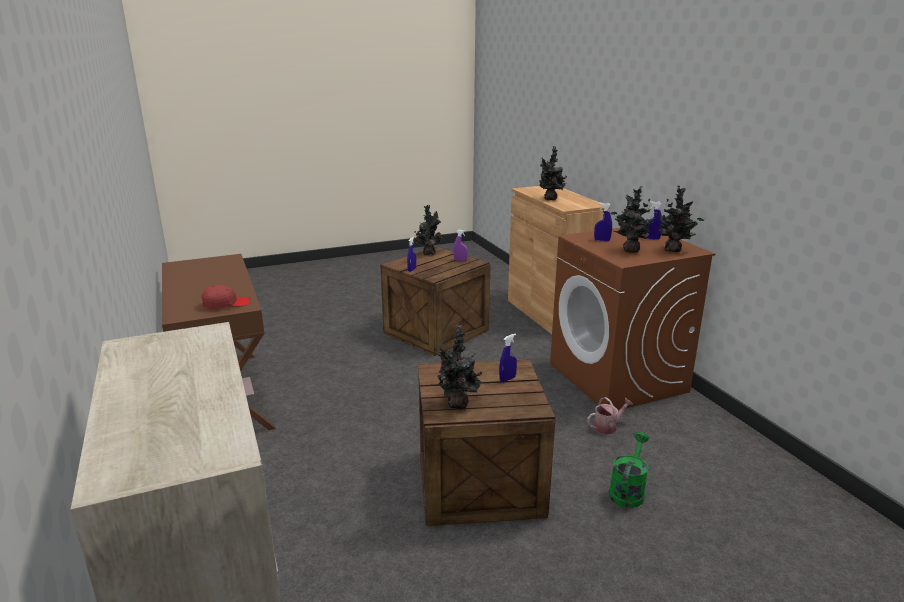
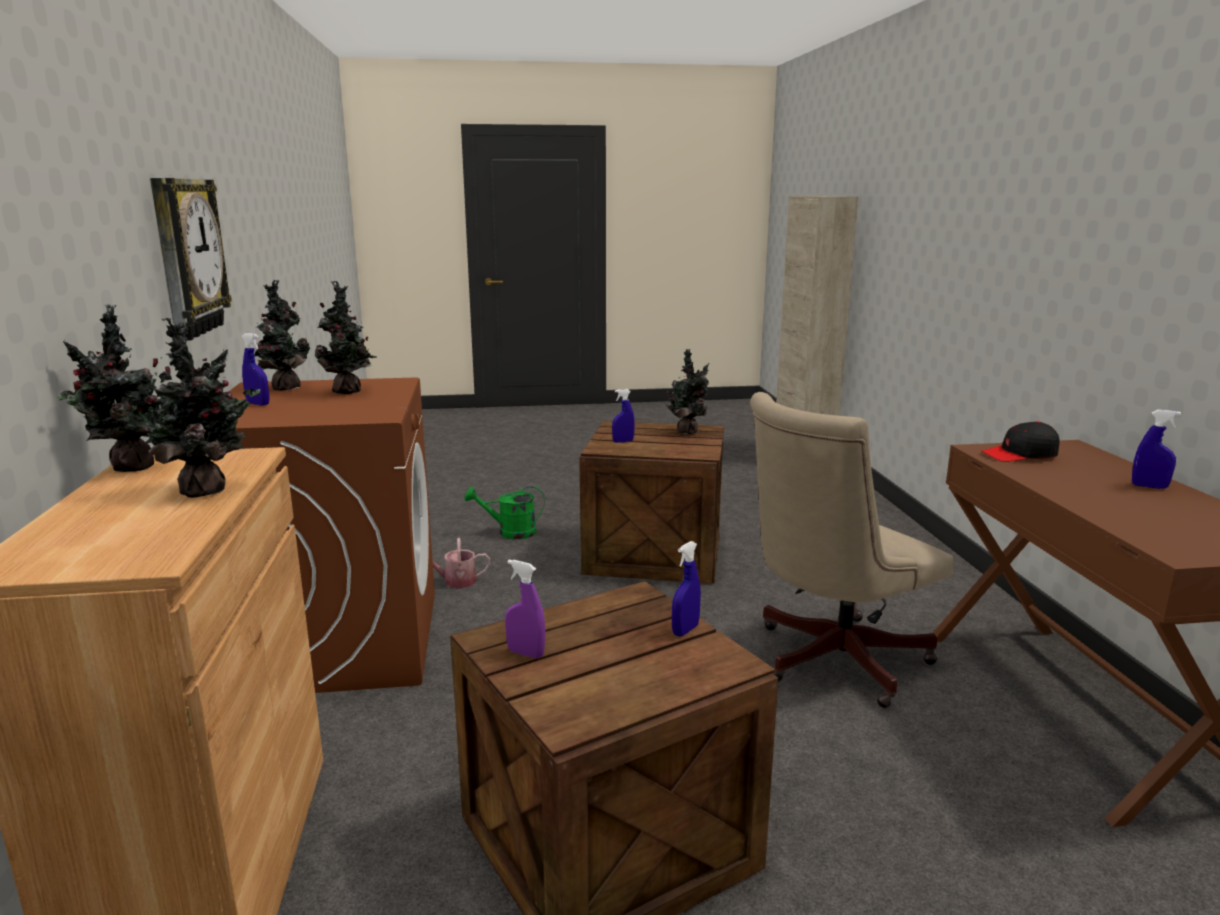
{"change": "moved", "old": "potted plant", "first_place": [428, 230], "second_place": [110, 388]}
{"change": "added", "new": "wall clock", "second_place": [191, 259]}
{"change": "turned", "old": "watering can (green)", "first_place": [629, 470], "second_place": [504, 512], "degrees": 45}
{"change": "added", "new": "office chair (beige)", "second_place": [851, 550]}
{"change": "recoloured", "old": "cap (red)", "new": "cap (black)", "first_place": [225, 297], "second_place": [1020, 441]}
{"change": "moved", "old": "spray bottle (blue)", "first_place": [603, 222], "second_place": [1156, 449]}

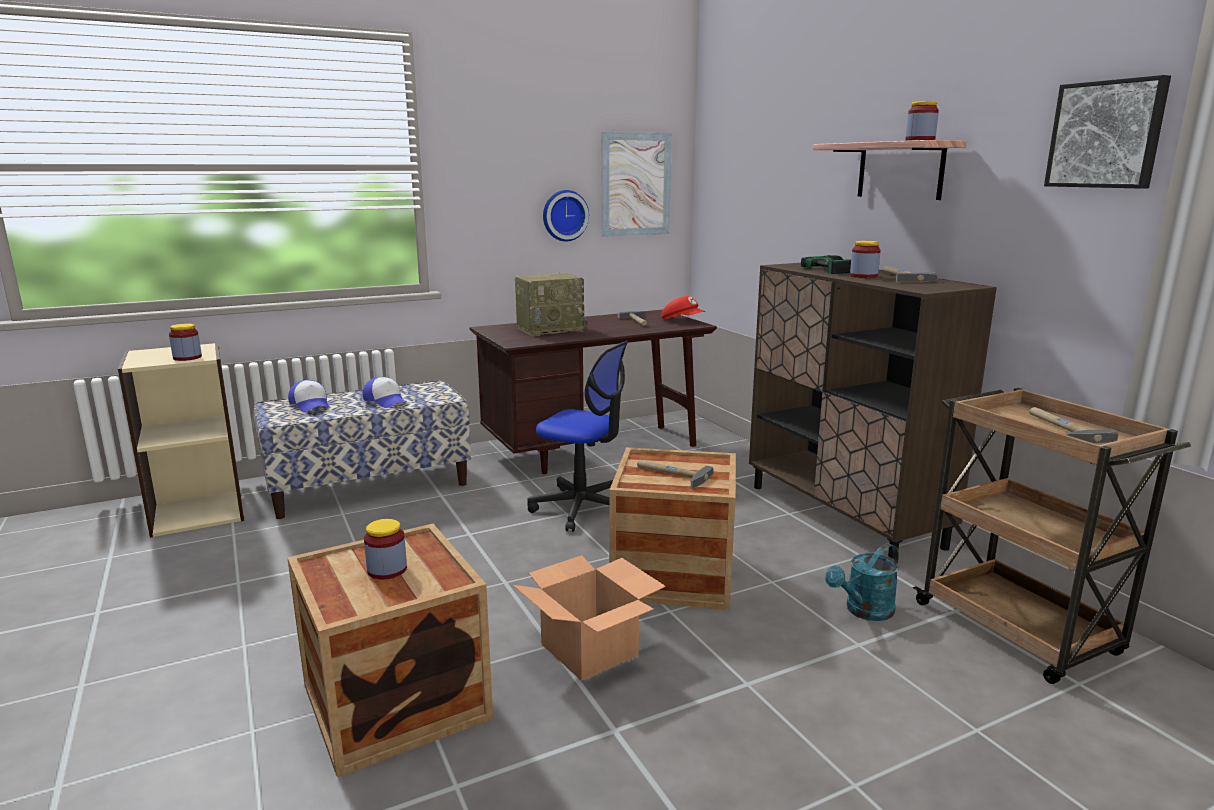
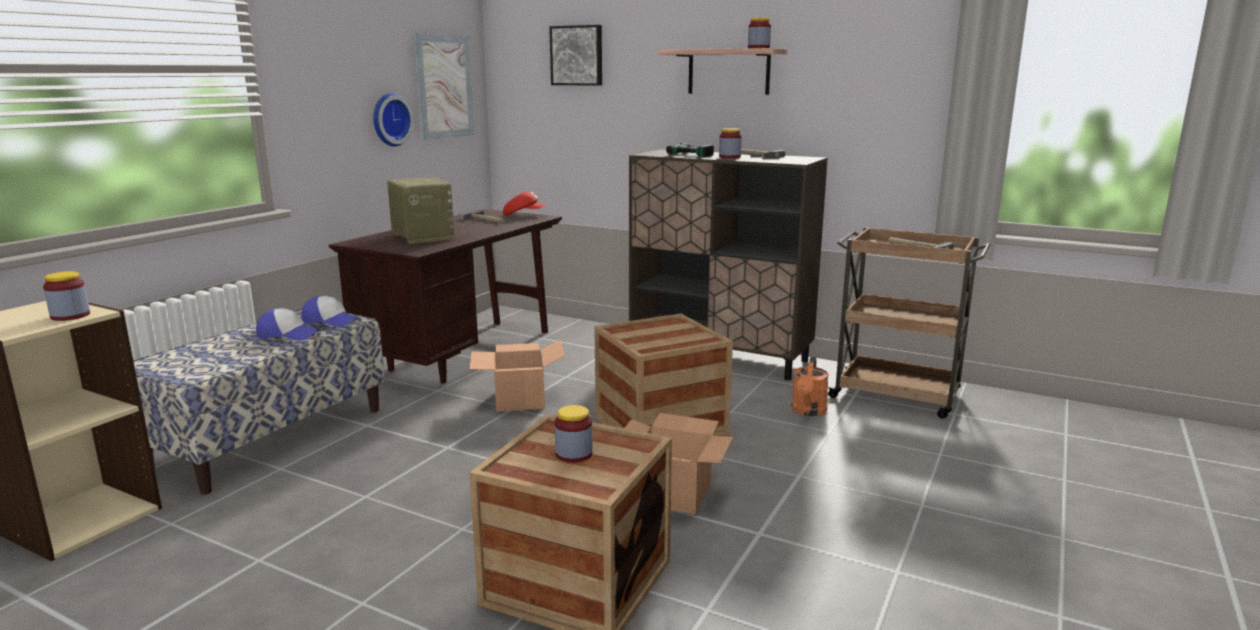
{"change": "moved", "old": "cap", "first_place": [309, 396], "second_place": [330, 311]}
{"change": "turned", "old": "radio", "first_place": [551, 305], "second_place": [420, 210], "degrees": -60}
{"change": "replaced", "old": "office chair", "new": "cardboard box", "first_place": [577, 436], "second_place": [517, 375]}
{"change": "moved", "old": "picture", "first_place": [1107, 132], "second_place": [575, 55]}
{"change": "recoloured", "old": "watering can (turquoise)", "new": "watering can (orange)", "first_place": [862, 582], "second_place": [810, 386]}
{"change": "removed", "old": "hammer", "first_place": [675, 474]}

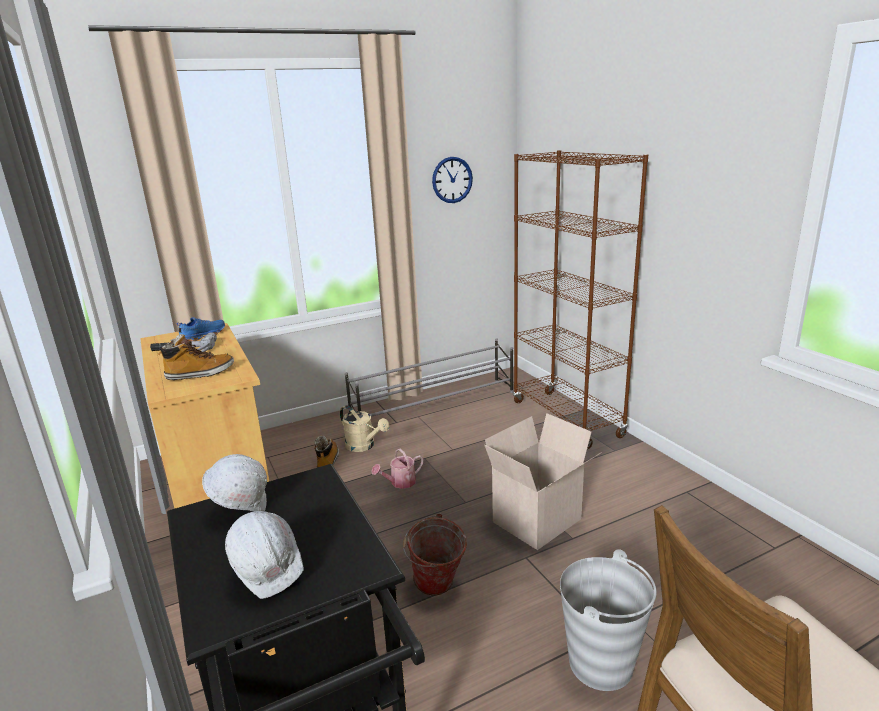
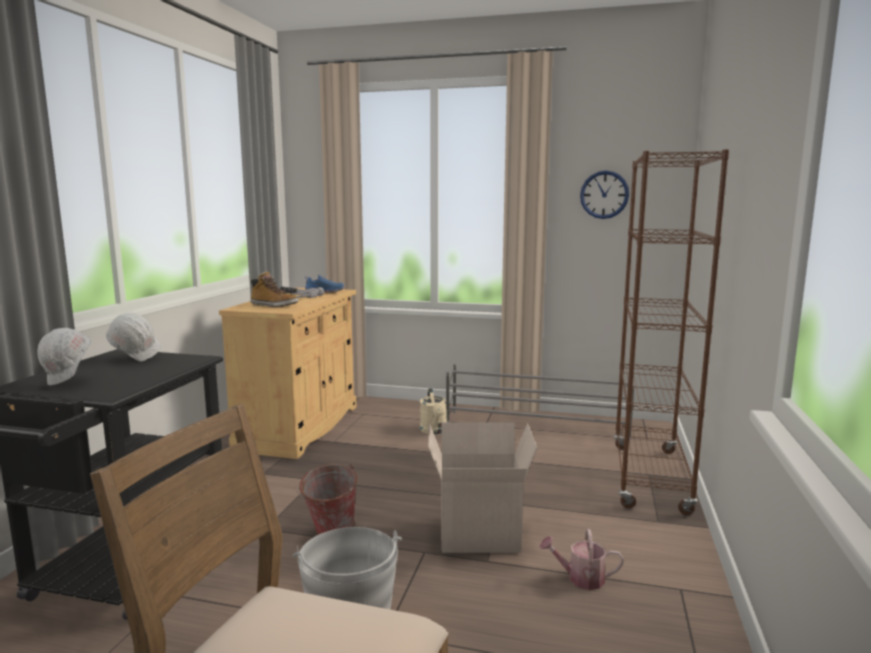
{"change": "moved", "old": "watering can", "first_place": [397, 469], "second_place": [581, 559]}
{"change": "removed", "old": "boot", "first_place": [326, 452]}

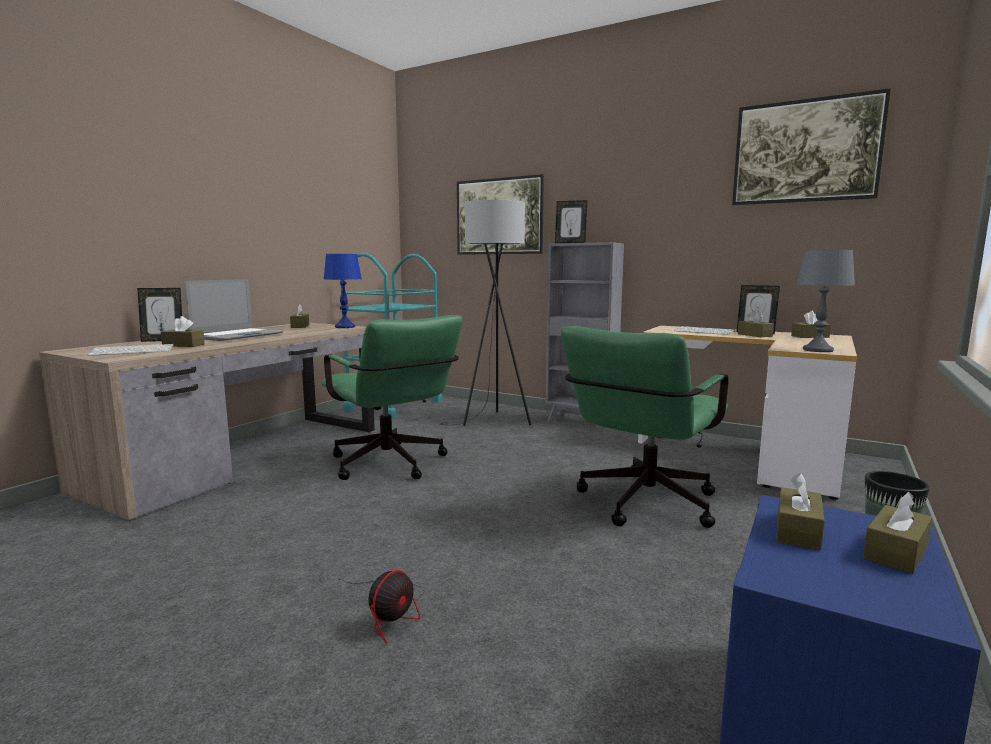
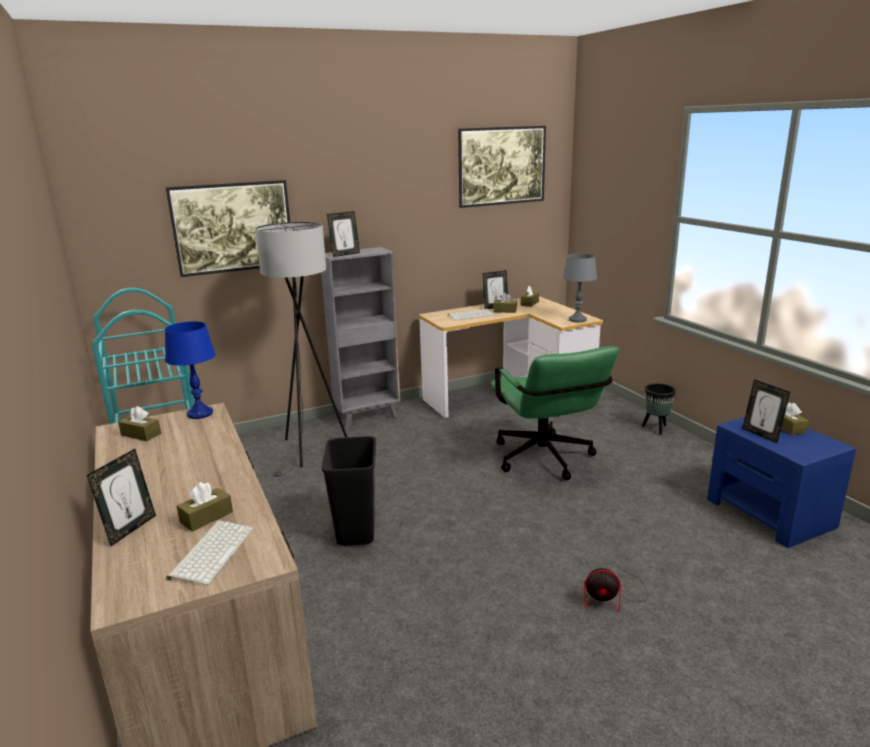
{"change": "replaced", "old": "office chair (green)", "new": "trash can (black)", "first_place": [392, 397], "second_place": [348, 491]}
{"change": "turned", "old": "fan", "first_place": [382, 607], "second_place": [616, 586], "degrees": 120}
{"change": "replaced", "old": "tissue box (brown)", "new": "picture frame", "first_place": [800, 512], "second_place": [766, 411]}
{"change": "removed", "old": "laptop", "first_place": [234, 310]}

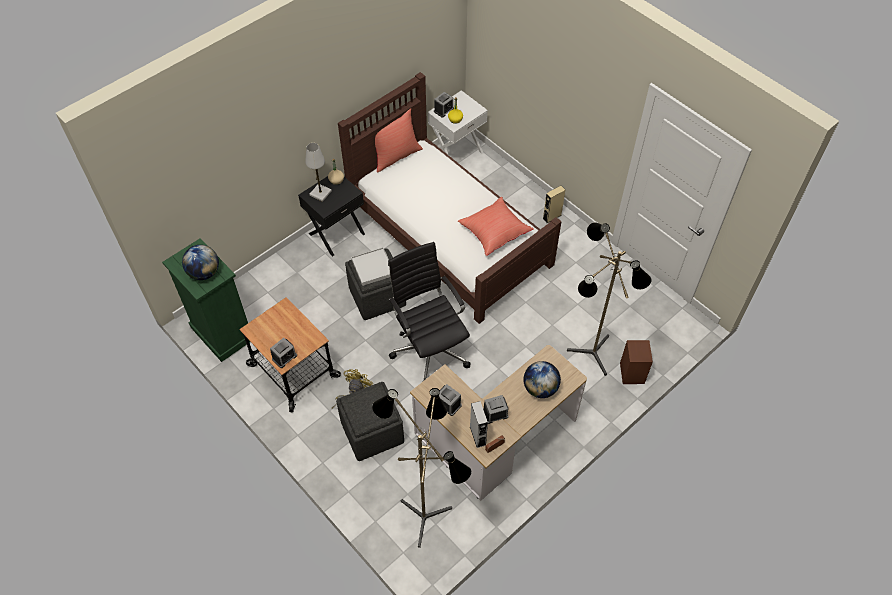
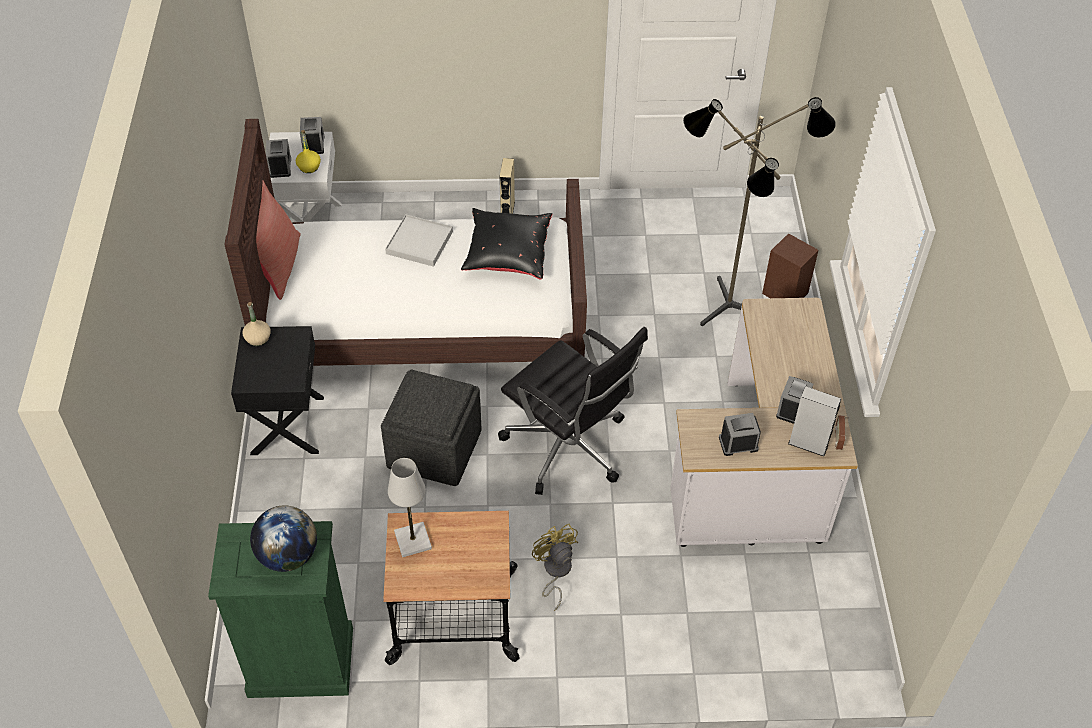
{"change": "moved", "old": "alarm clock", "first_place": [283, 353], "second_place": [312, 135]}
{"change": "moved", "old": "tray (white)", "first_place": [370, 267], "second_place": [419, 240]}
{"change": "moved", "old": "table lamp (white)", "first_place": [318, 172], "second_place": [410, 507]}
{"change": "recoloured", "old": "pillow (red)", "new": "pillow (black)", "first_place": [496, 226], "second_place": [506, 243]}
{"change": "turned", "old": "office chair (black)", "first_place": [429, 311], "second_place": [573, 411], "degrees": -150}
{"change": "removed", "old": "ottoman (grey)", "first_place": [370, 421]}
{"change": "removed", "old": "floor lamp", "first_place": [422, 468]}
{"change": "removed", "old": "globe", "first_place": [542, 379]}

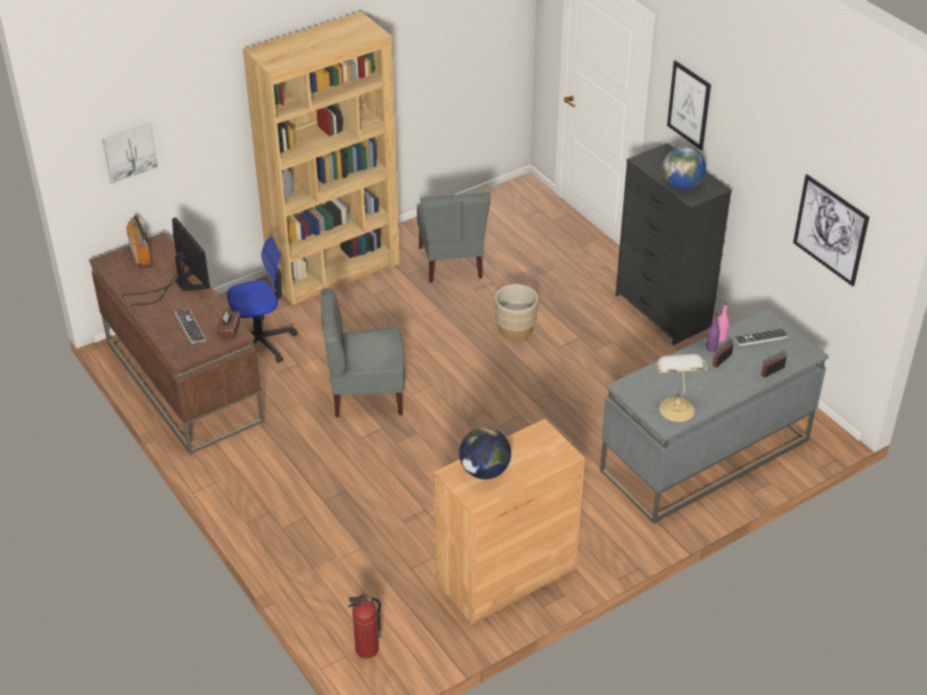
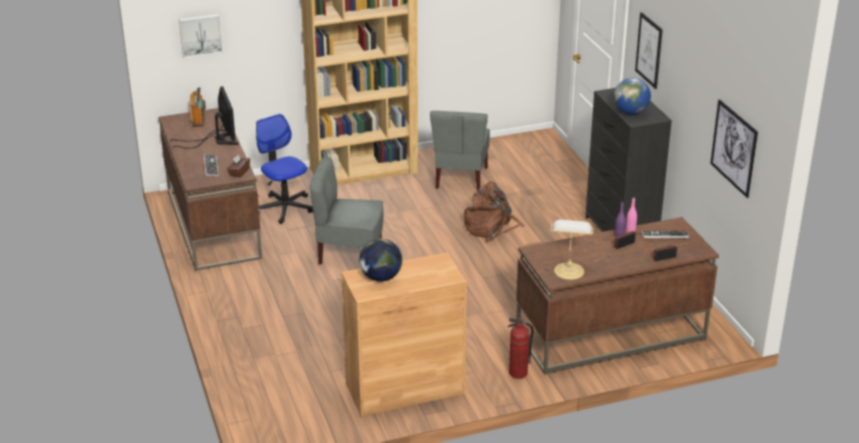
{"change": "turned", "old": "office chair", "first_place": [262, 299], "second_place": [284, 169], "degrees": -120}
{"change": "replaced", "old": "planter (beige)", "new": "backpack (brown)", "first_place": [516, 311], "second_place": [494, 211]}
{"change": "moved", "old": "fire extinguisher", "first_place": [364, 626], "second_place": [521, 348]}
{"change": "recoloured", "old": "desk (grey)", "new": "desk (brown)", "first_place": [714, 416], "second_place": [617, 296]}

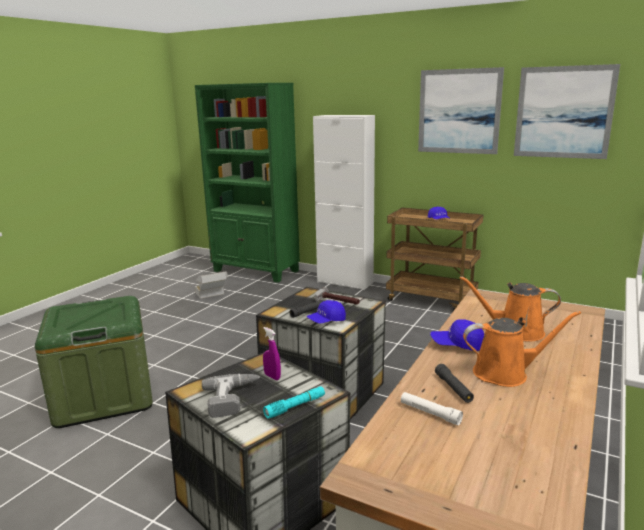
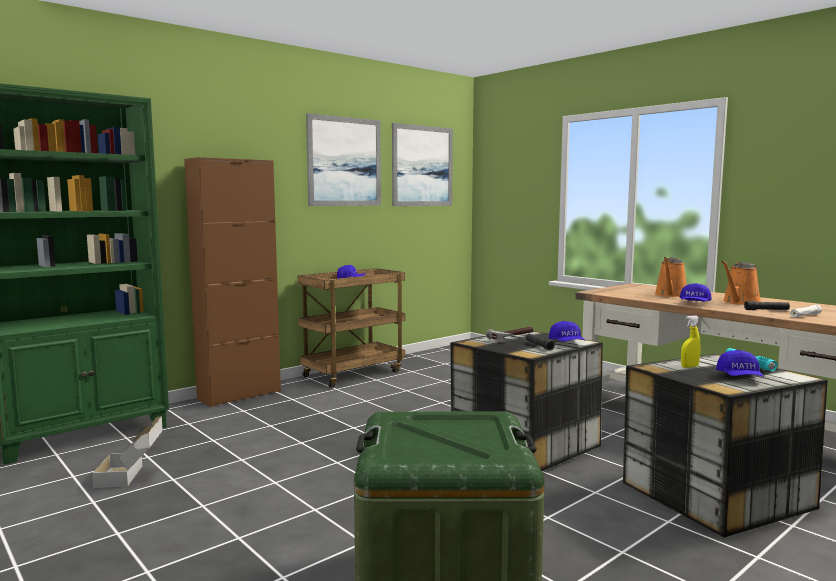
{"change": "recoloured", "old": "cabinet (white)", "new": "cabinet (brown)", "first_place": [344, 202], "second_place": [233, 282]}
{"change": "recoloured", "old": "spray bottle (purple)", "new": "spray bottle (yellow)", "first_place": [272, 353], "second_place": [691, 341]}
{"change": "replaced", "old": "power drill", "new": "cap (blue)", "first_place": [231, 396], "second_place": [740, 363]}
{"change": "turned", "old": "watering can (orange)", "first_place": [522, 349], "second_place": [741, 283], "degrees": -150}

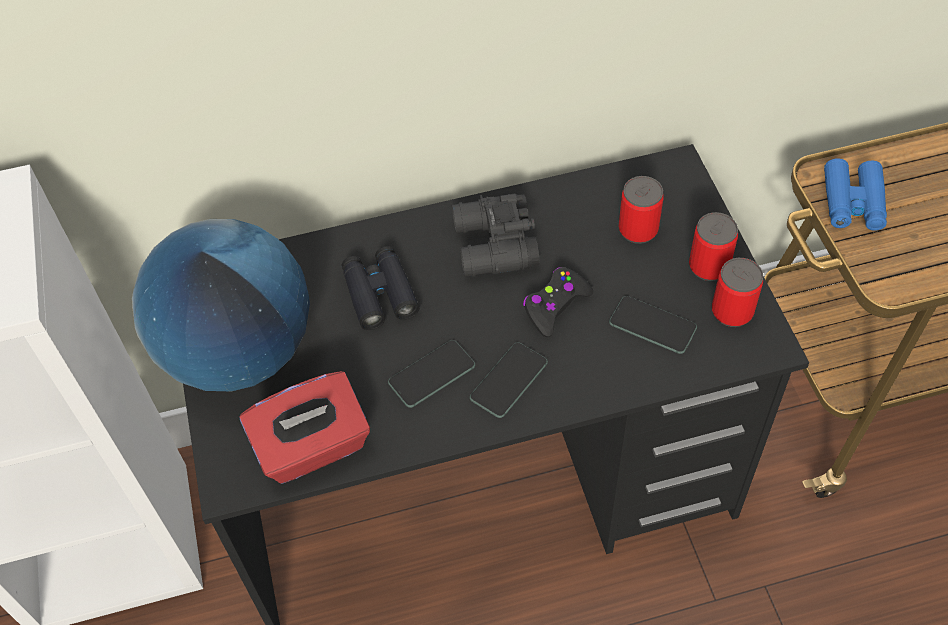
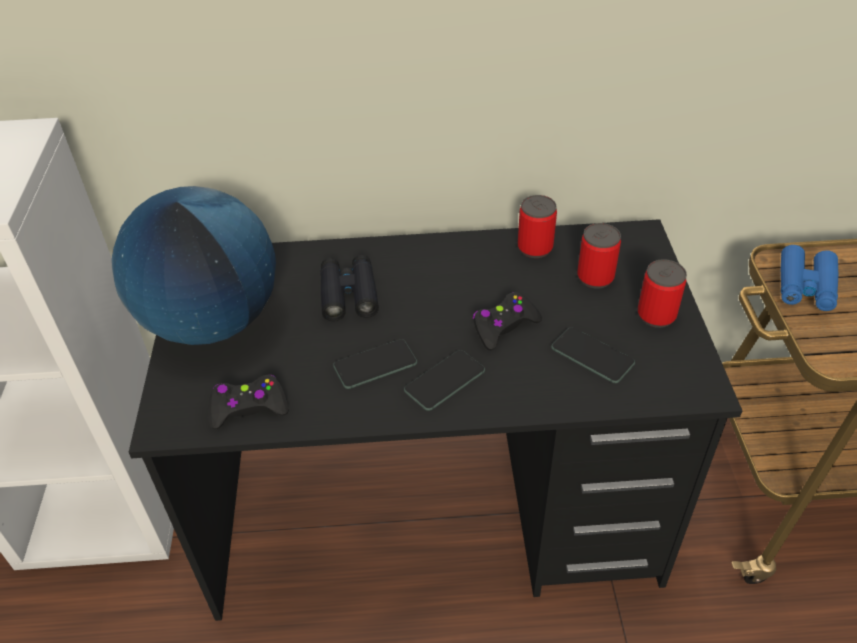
{"change": "replaced", "old": "tissue box (red)", "new": "game controller (black)", "first_place": [305, 427], "second_place": [248, 402]}
{"change": "moved", "old": "can", "first_place": [737, 292], "second_place": [537, 226]}
{"change": "removed", "old": "binoculars (black)", "first_place": [495, 235]}

